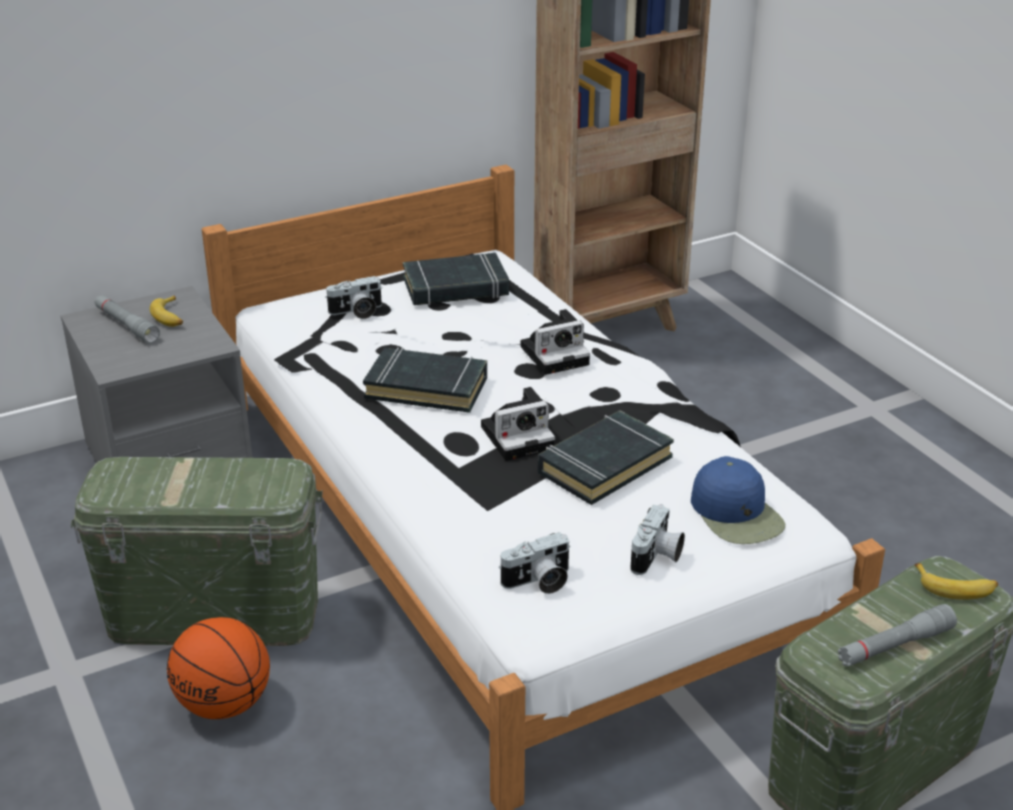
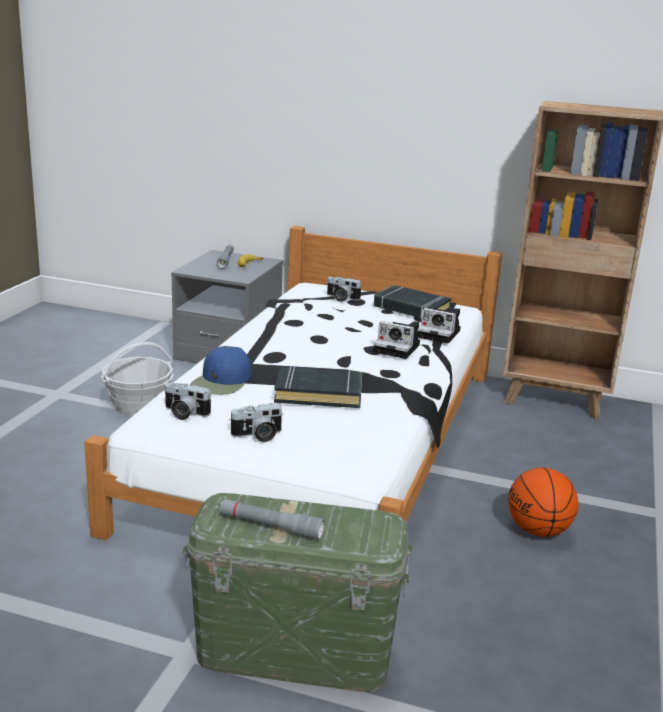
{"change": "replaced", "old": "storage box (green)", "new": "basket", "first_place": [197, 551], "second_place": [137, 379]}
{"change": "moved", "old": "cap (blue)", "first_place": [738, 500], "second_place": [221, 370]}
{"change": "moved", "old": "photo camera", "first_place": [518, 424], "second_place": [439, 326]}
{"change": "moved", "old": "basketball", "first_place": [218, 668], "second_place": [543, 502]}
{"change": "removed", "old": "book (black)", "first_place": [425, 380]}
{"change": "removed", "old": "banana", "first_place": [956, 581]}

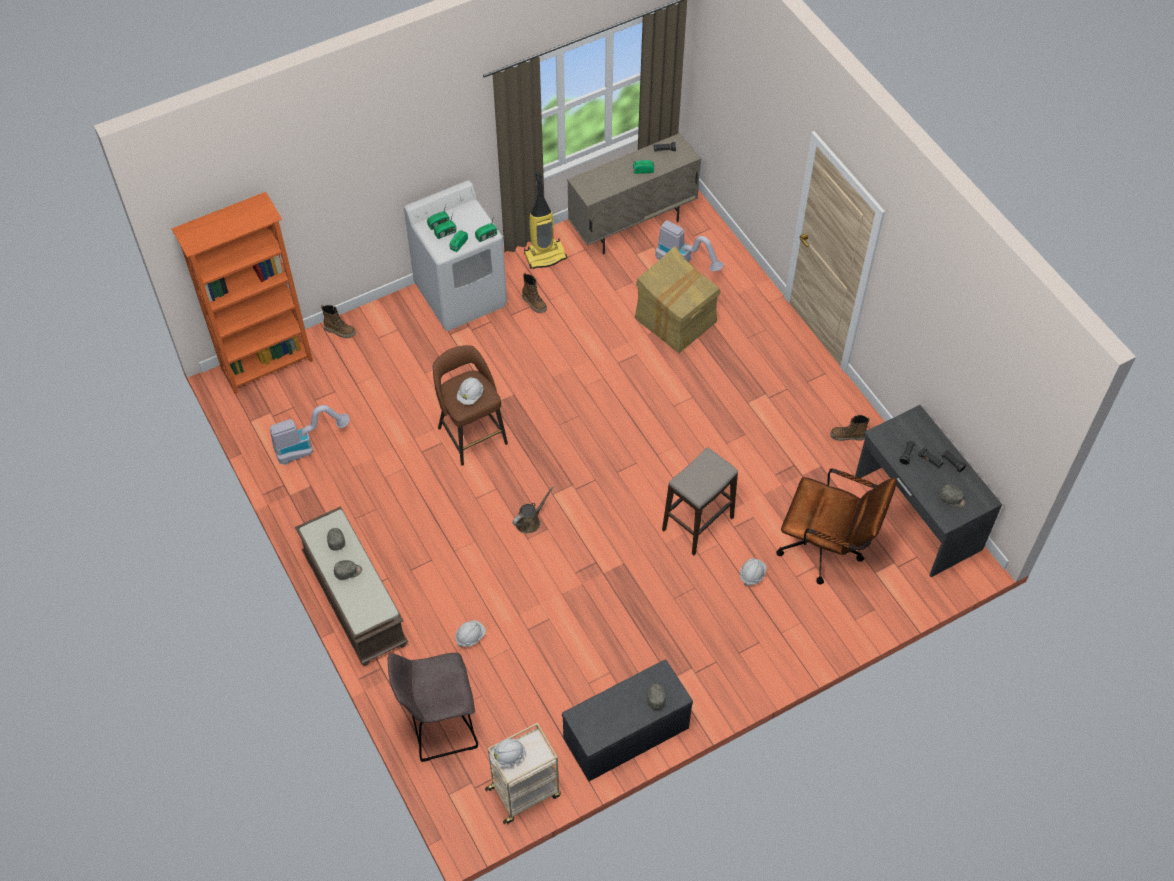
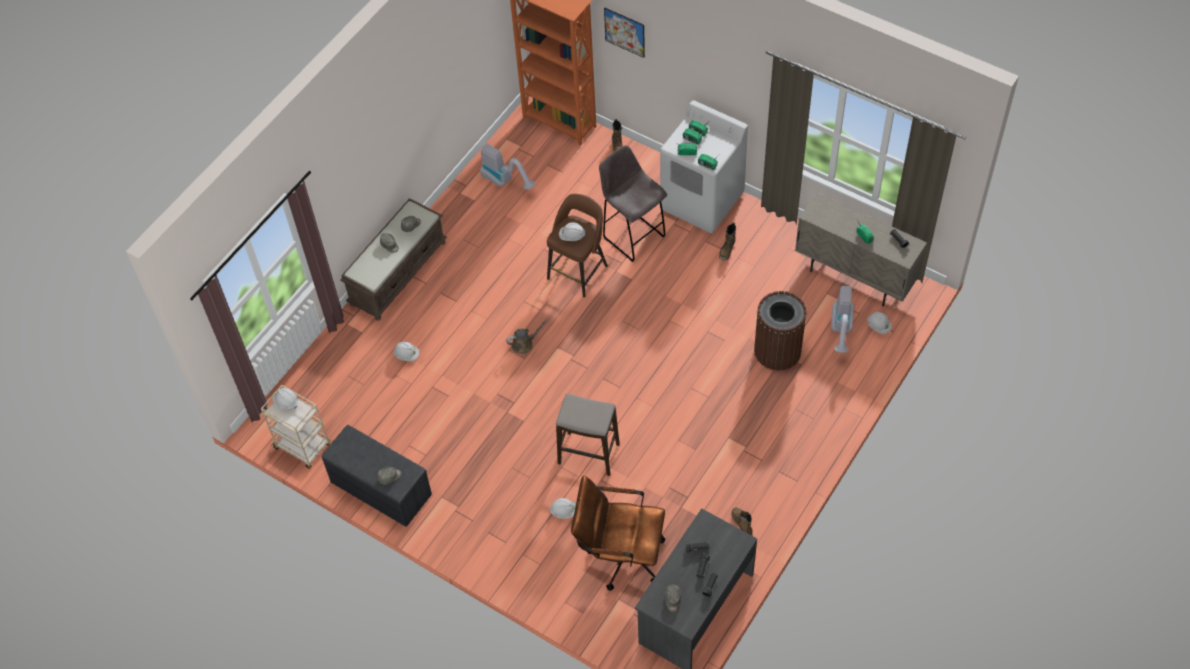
{"change": "turned", "old": "watering can (brown)", "first_place": [533, 510], "second_place": [527, 336], "degrees": -45}
{"change": "turned", "old": "office chair (brown)", "first_place": [836, 526], "second_place": [618, 533], "degrees": 105}
{"change": "moved", "old": "stool (grey)", "first_place": [433, 707], "second_place": [633, 203]}
{"change": "added", "new": "picture", "second_place": [624, 33]}
{"change": "replaced", "old": "cardboard box", "new": "trash can (brown)", "first_place": [677, 299], "second_place": [780, 331]}
{"change": "added", "new": "hard hat (white)", "second_place": [880, 323]}
{"change": "removed", "old": "vacuum cleaner", "first_place": [545, 220]}

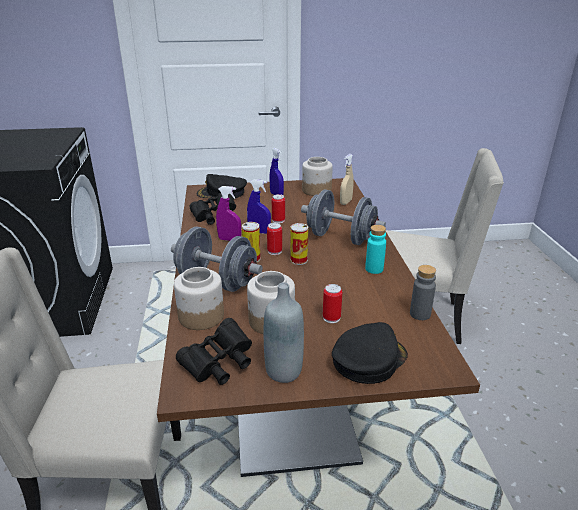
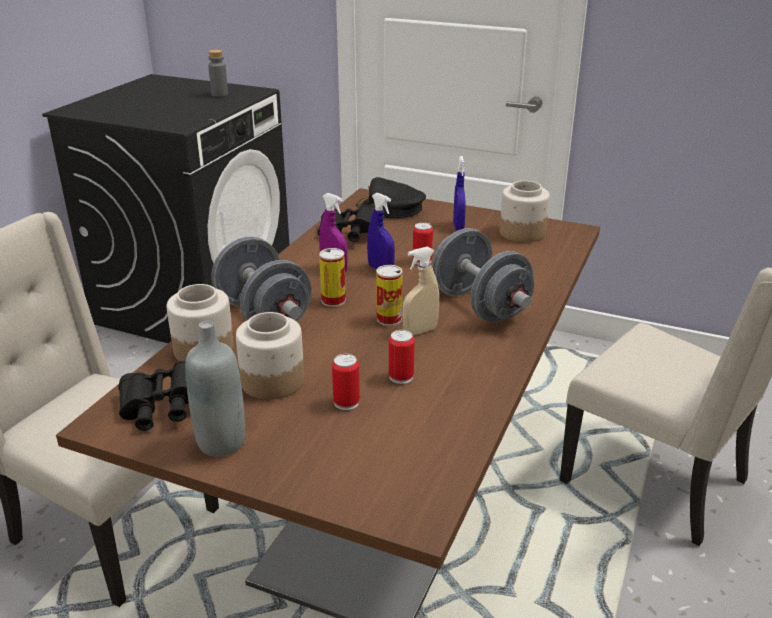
{"change": "moved", "old": "bottle (grey)", "first_place": [423, 292], "second_place": [218, 73]}
{"change": "moved", "old": "can", "first_place": [274, 239], "second_place": [402, 357]}
{"change": "moved", "old": "spray bottle (beige)", "first_place": [347, 179], "second_place": [420, 291]}
{"change": "removed", "old": "cap (black)", "first_place": [370, 353]}
{"change": "removed", "old": "bottle (turquoise)", "first_place": [375, 249]}

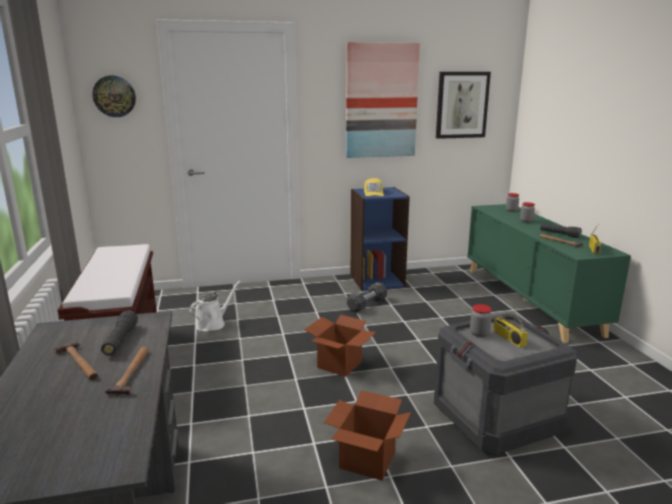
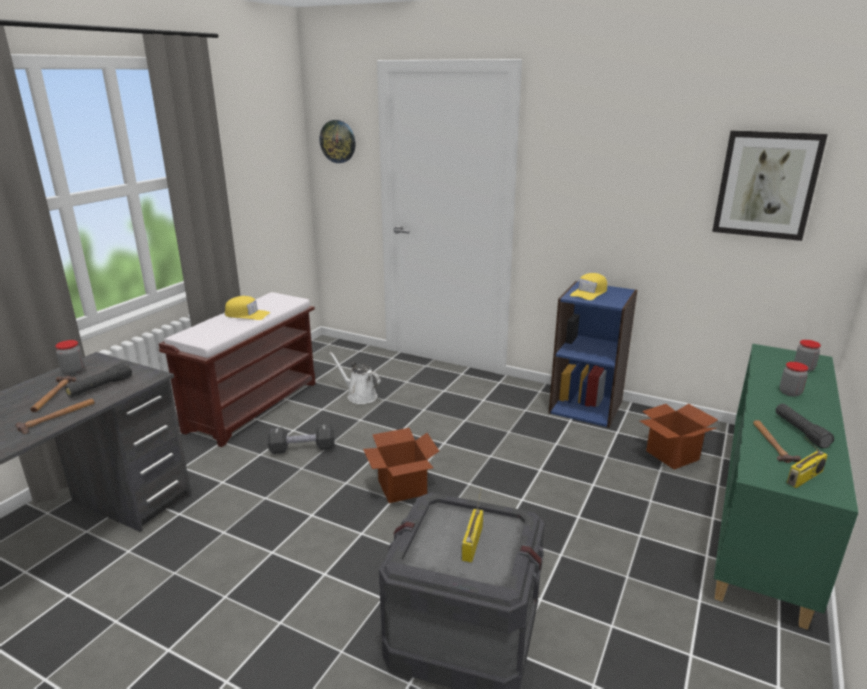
{"change": "moved", "old": "jar", "first_place": [481, 320], "second_place": [70, 357]}
{"change": "added", "new": "cap (yellow)", "second_place": [247, 308]}
{"change": "moved", "old": "dumbbell (black)", "first_place": [367, 297], "second_place": [301, 439]}
{"change": "turned", "old": "watering can (white)", "first_place": [214, 306], "second_place": [354, 378], "degrees": -135}
{"change": "moved", "old": "cardboard box", "first_place": [367, 435], "second_place": [679, 436]}
{"change": "removed", "old": "picture", "first_place": [383, 100]}

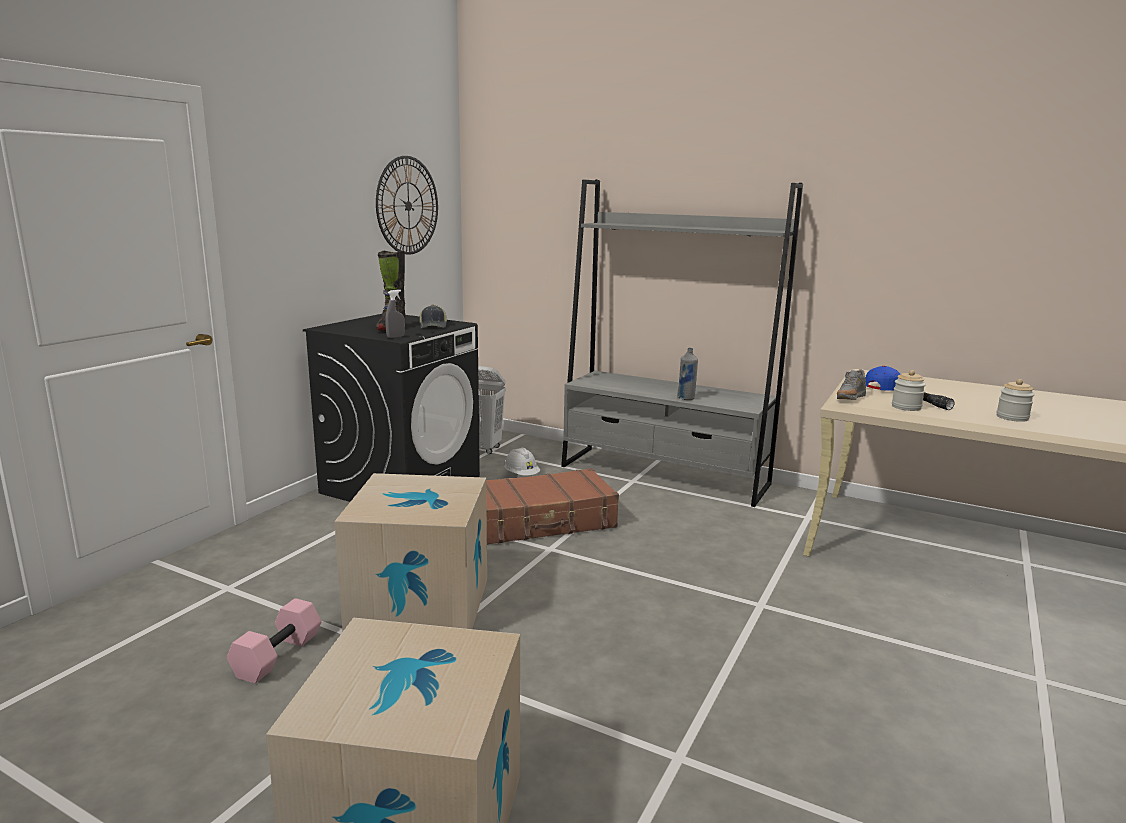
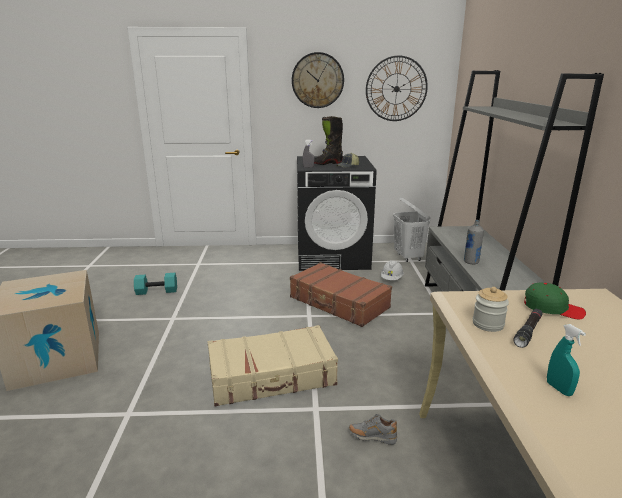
{"change": "recoloured", "old": "dumbbell (pink)", "new": "dumbbell (turquoise)", "first_place": [274, 640], "second_place": [155, 284]}
{"change": "added", "new": "suitcase (beige)", "second_place": [272, 365]}
{"change": "added", "new": "wall clock", "second_place": [318, 80]}
{"change": "moved", "old": "shoe (grey)", "first_place": [851, 384], "second_place": [373, 429]}
{"change": "recoloured", "old": "cap (blue)", "new": "cap (green)", "first_place": [883, 378], "second_place": [555, 301]}
{"change": "replaced", "old": "jar", "new": "spray bottle (turquoise)", "first_place": [1015, 400], "second_place": [566, 360]}
{"change": "removed", "old": "cardboard box", "first_place": [410, 552]}

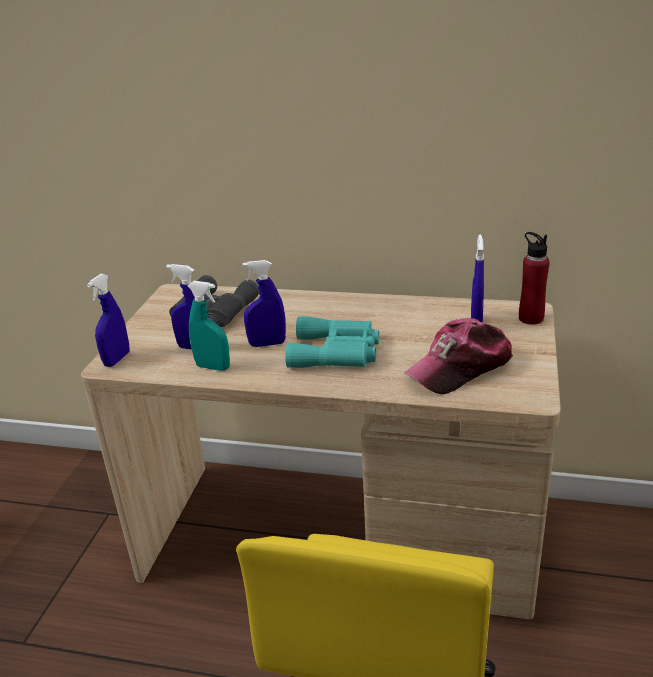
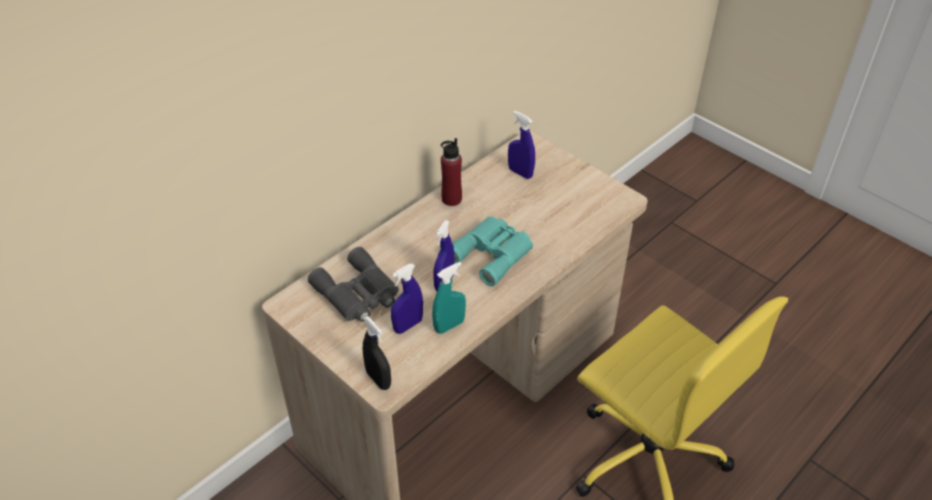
{"change": "recoloured", "old": "spray bottle (blue)", "new": "spray bottle (black)", "first_place": [108, 320], "second_place": [377, 353]}
{"change": "moved", "old": "bottle (red)", "first_place": [534, 278], "second_place": [451, 172]}
{"change": "removed", "old": "cap", "first_place": [458, 356]}

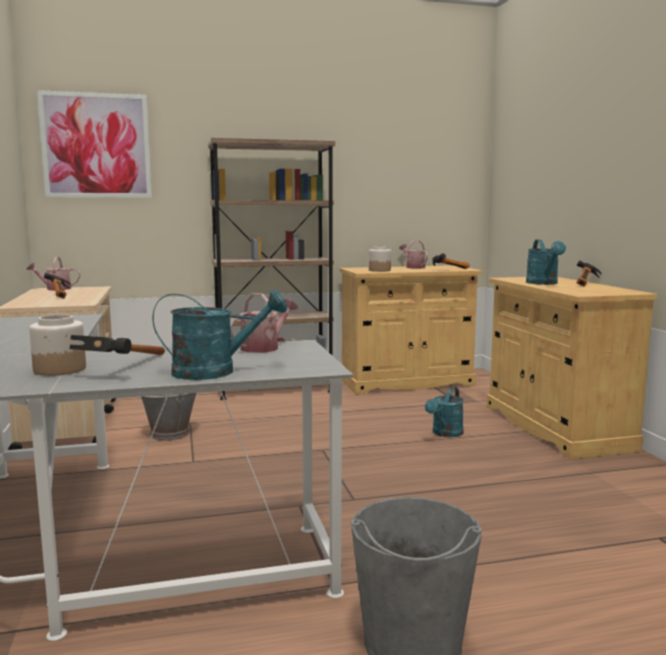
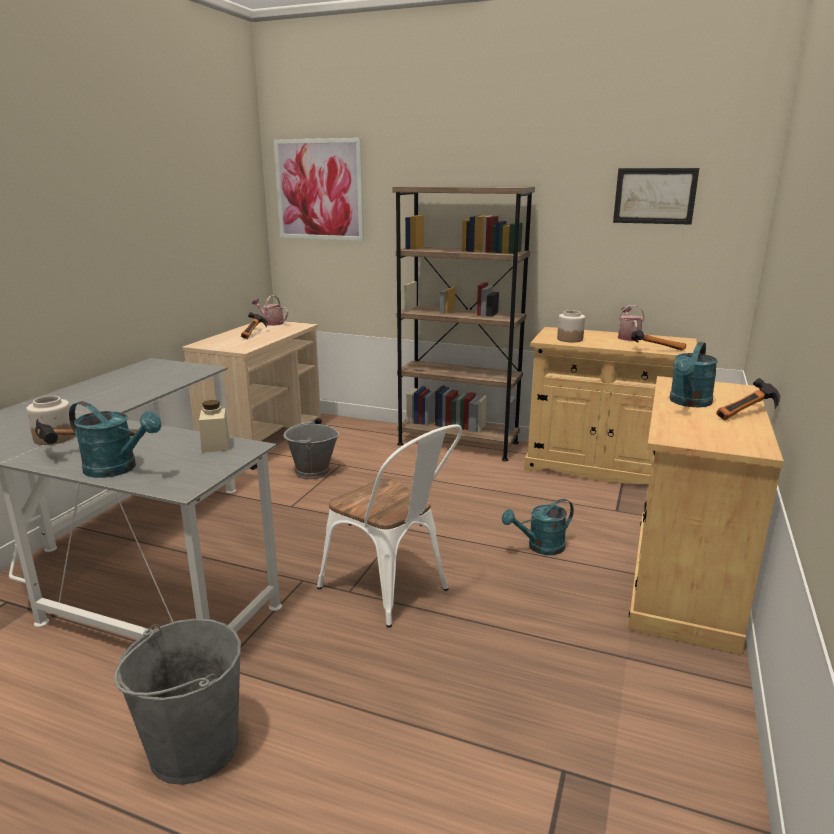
{"change": "replaced", "old": "watering can", "new": "jar (beige)", "first_place": [264, 323], "second_place": [214, 426]}
{"change": "added", "new": "chair (white)", "second_place": [389, 526]}
{"change": "added", "new": "picture", "second_place": [656, 196]}

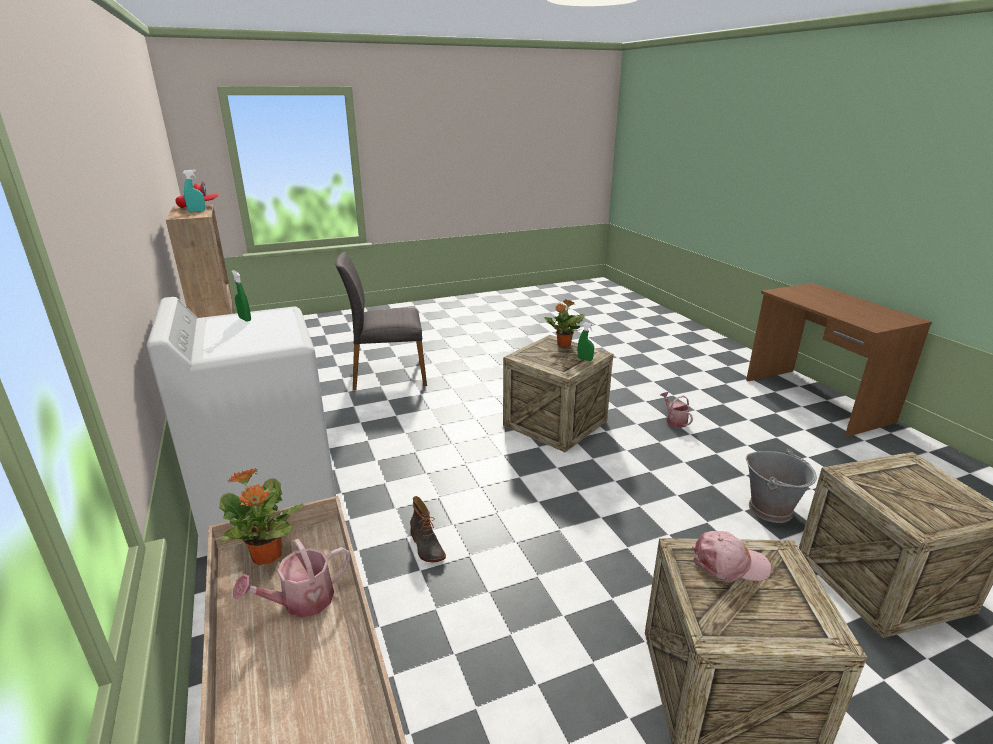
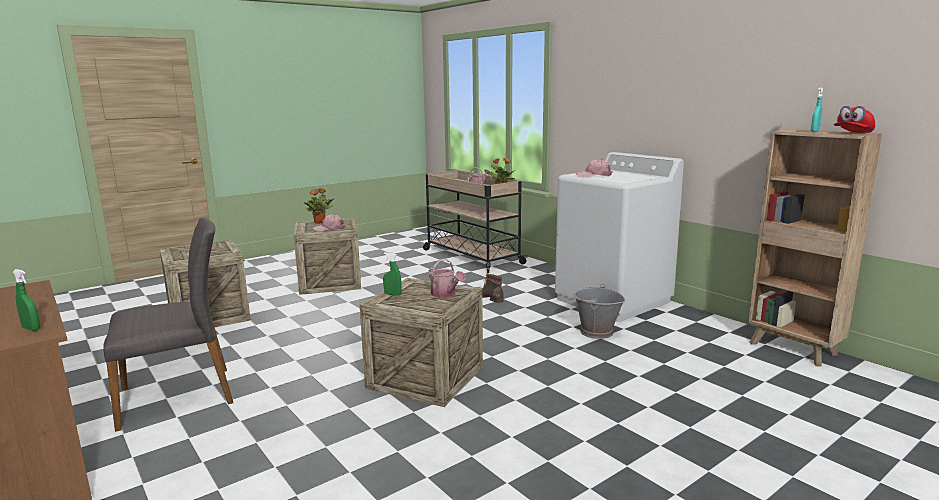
{"change": "moved", "old": "spray bottle (green)", "first_place": [241, 296], "second_place": [26, 300]}
{"change": "moved", "old": "chair (grey)", "first_place": [381, 321], "second_place": [168, 325]}
{"change": "moved", "old": "potted plant", "first_place": [564, 323], "second_place": [319, 205]}
{"change": "moved", "old": "watering can", "first_place": [676, 410], "second_place": [447, 278]}
{"change": "moved", "old": "bucket (grey)", "first_place": [781, 486], "second_place": [599, 311]}
{"change": "added", "new": "cap (pink)", "second_place": [594, 168]}

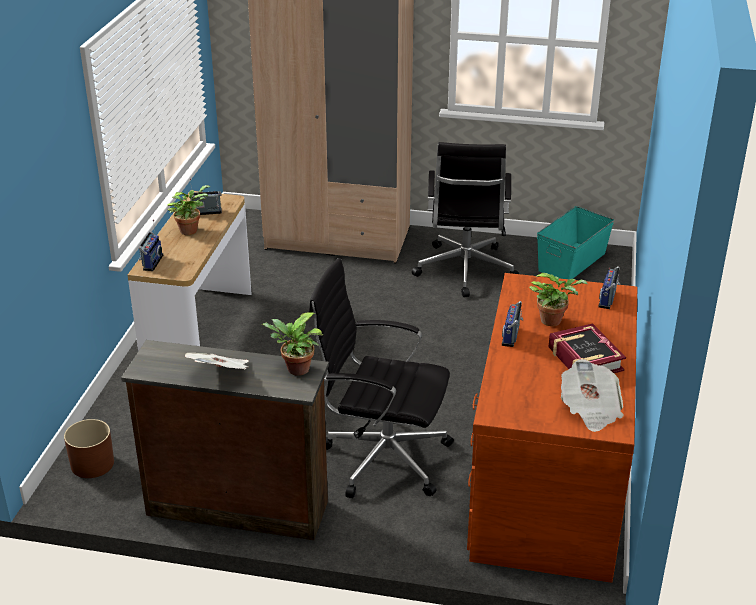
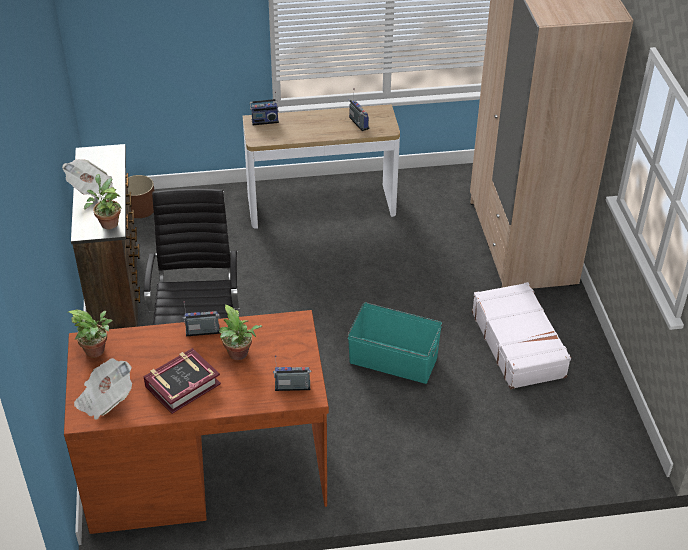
{"change": "moved", "old": "potted plant", "first_place": [188, 210], "second_place": [91, 334]}
{"change": "moved", "old": "storage box (turquoise)", "first_place": [575, 242], "second_place": [395, 343]}
{"change": "replaced", "old": "office chair (black)", "new": "suitcase (white)", "first_place": [465, 219], "second_place": [521, 335]}

